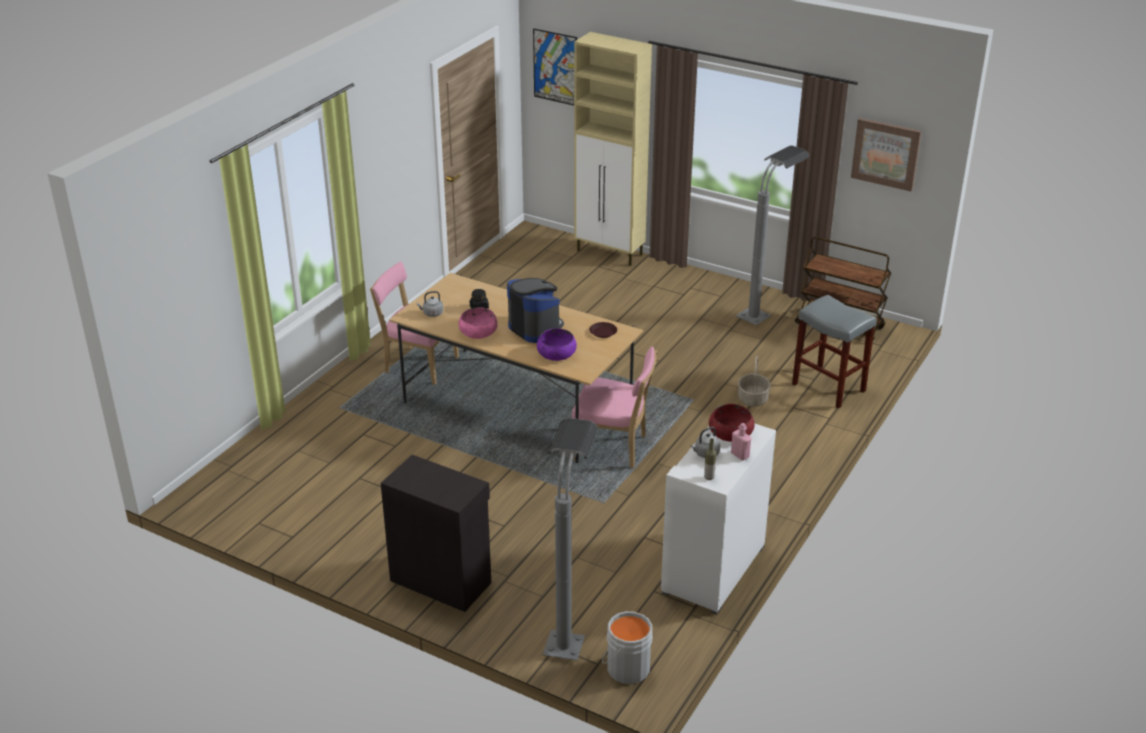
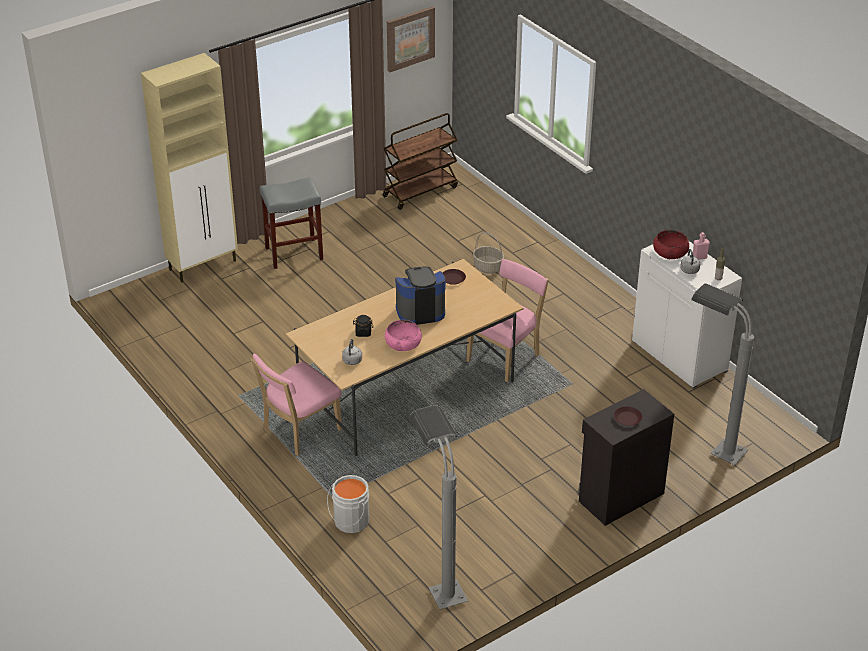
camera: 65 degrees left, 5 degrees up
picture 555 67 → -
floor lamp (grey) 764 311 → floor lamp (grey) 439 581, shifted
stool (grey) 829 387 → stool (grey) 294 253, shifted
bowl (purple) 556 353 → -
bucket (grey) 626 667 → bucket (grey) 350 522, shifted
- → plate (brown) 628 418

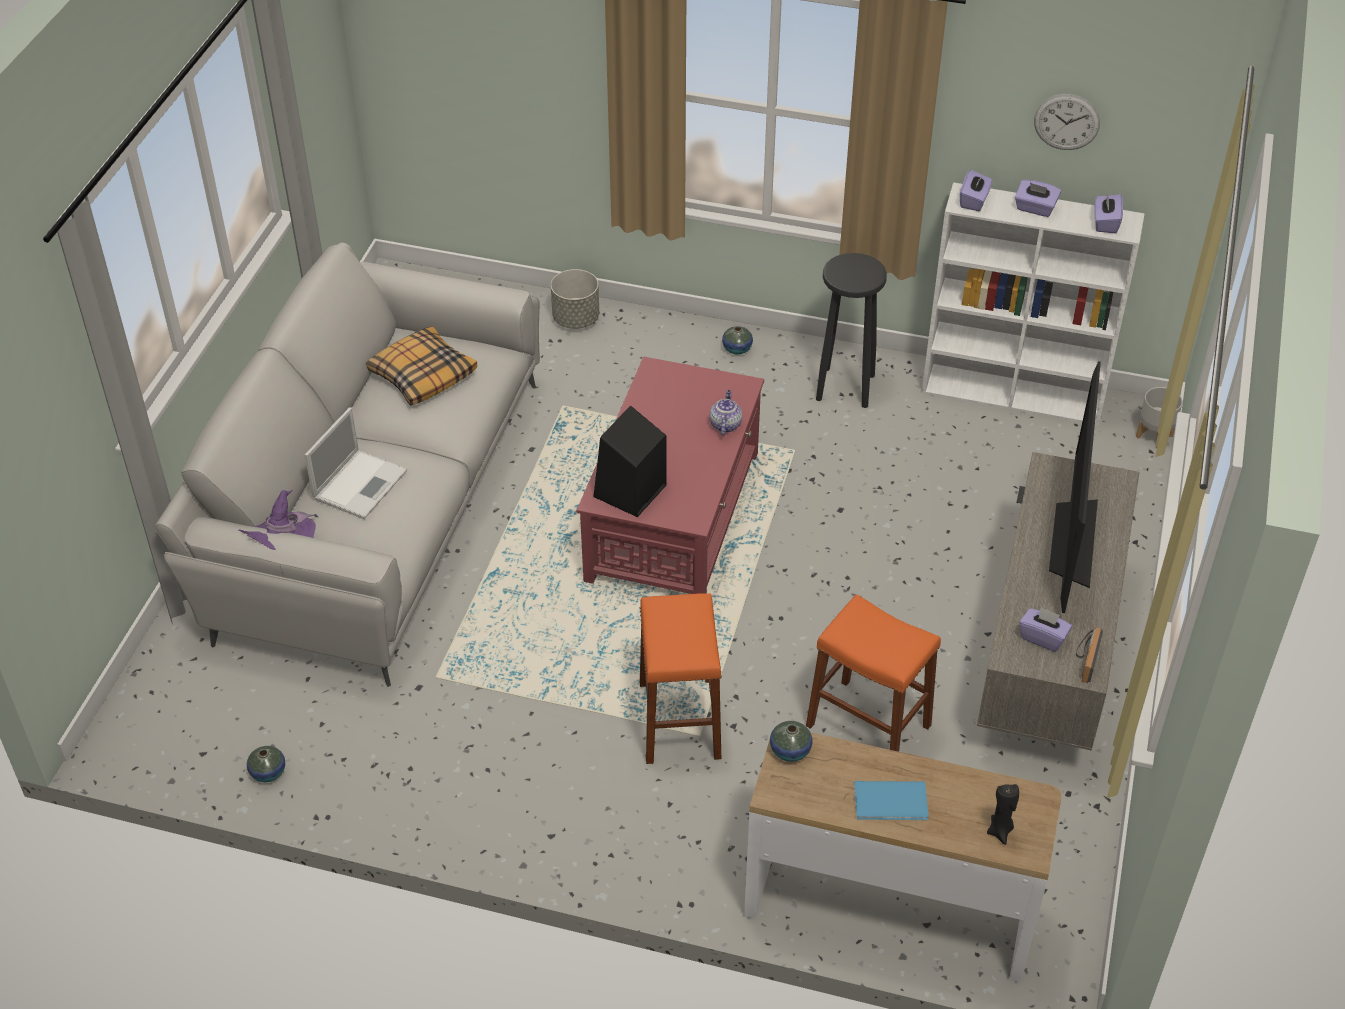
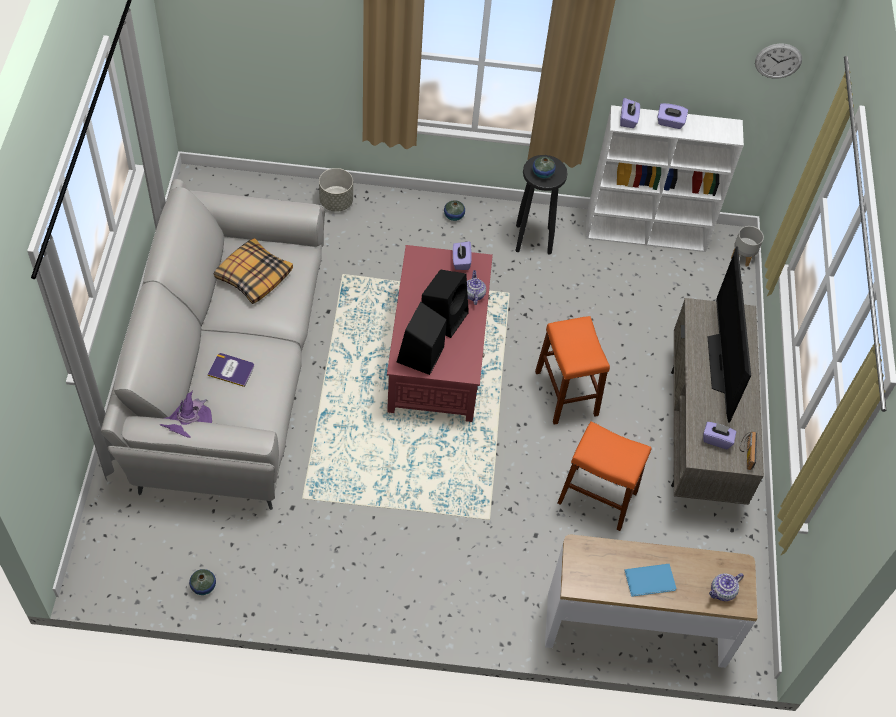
camera: 15 degrees left, 10 degrees up
wall clock 1066 122 → wall clock 778 61, shifted
tissue box (purple) 1105 223 → tissue box (purple) 461 261, shifted
laptop 361 483 → book 231 370
stool (orange) 679 720 → stool (orange) 566 393, shifted
vase 790 750 → vase 543 173, shifted
candle (black) 1000 831 → teapot 722 592
- → speaker (black) 444 316

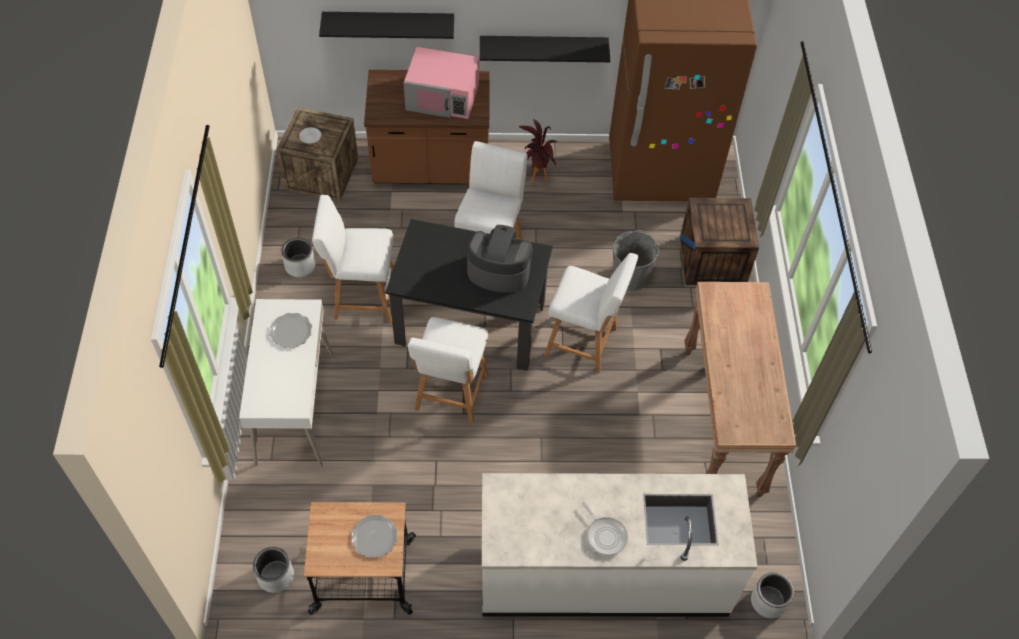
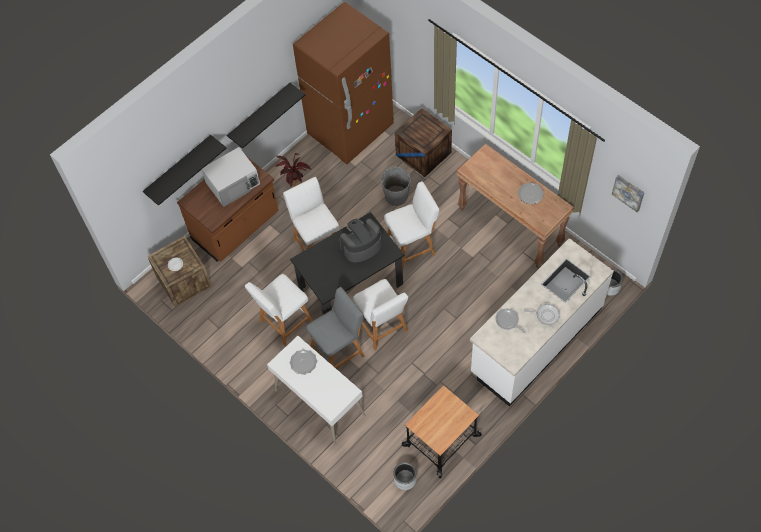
camera: 40 degrees left, 5 degrees up
microwave (pink) 443 97 → microwave (white) 233 183
planter (grey) 300 265 → -
plate 374 537 → plate 530 194, shifted
- → picture 629 192
- → stool (grey) 339 351
- → frying pan 508 321

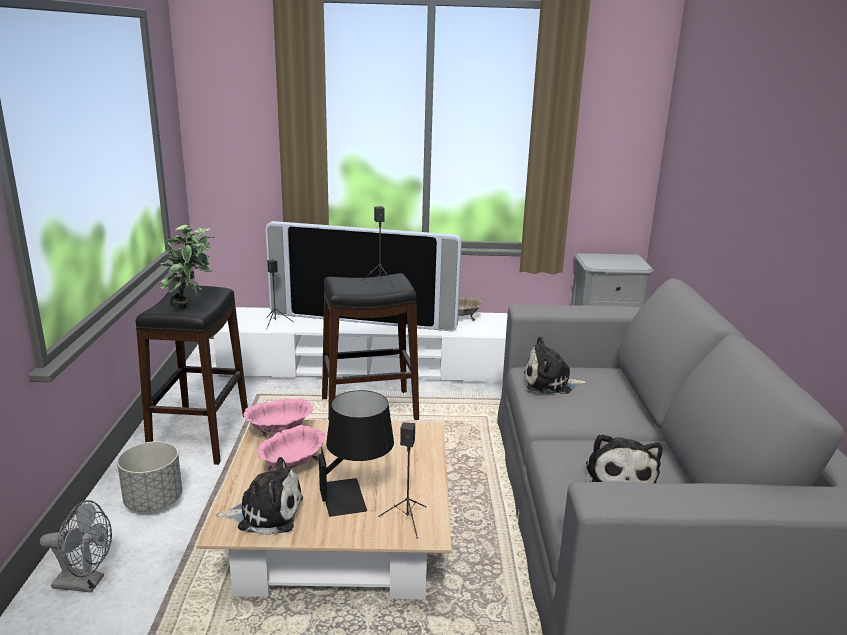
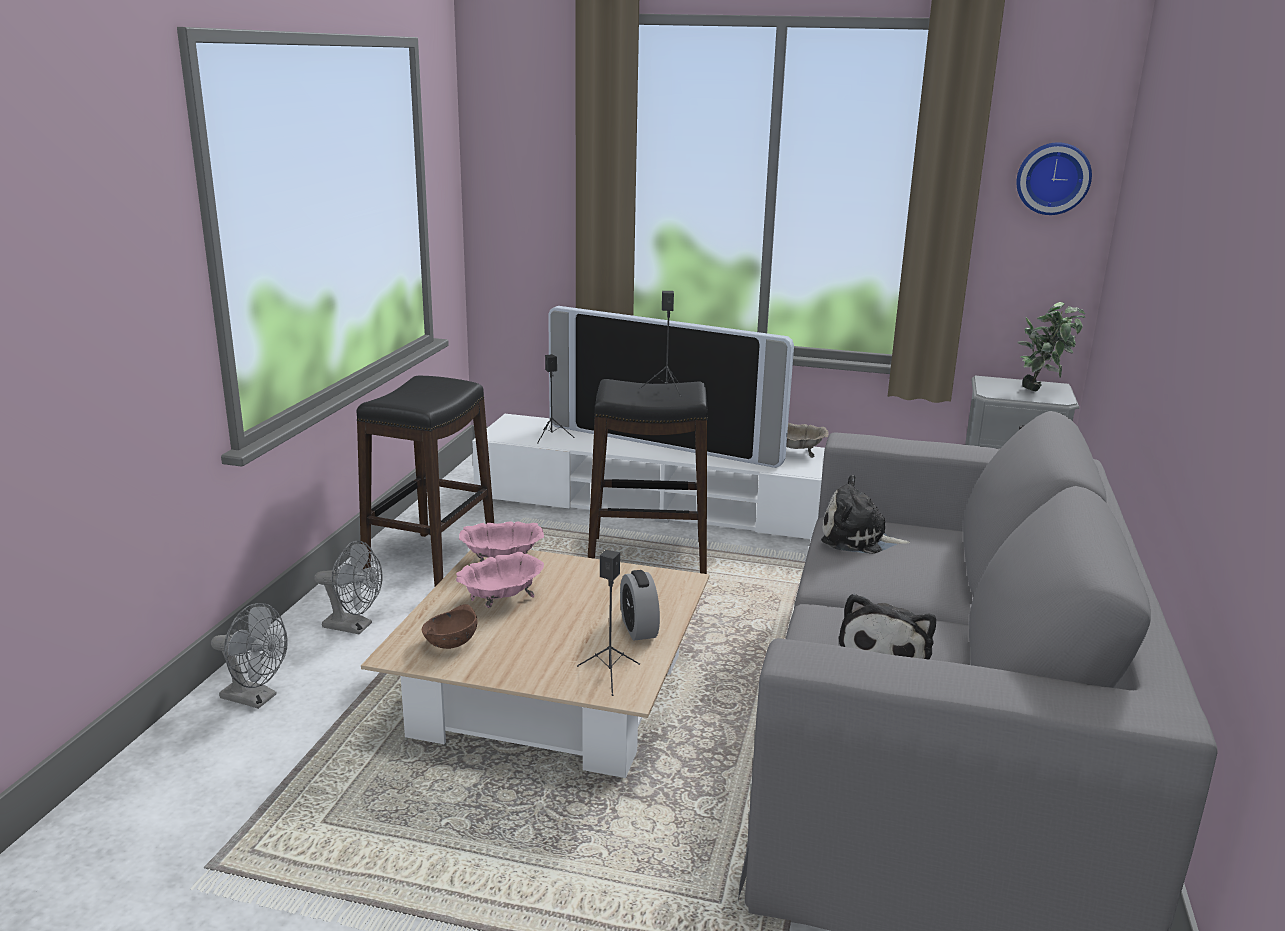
camera: 15 degrees right, 0 degrees up
potted plant 191 307 → potted plant 1042 390, shifted
table lamp (black) 356 494 → -
planter (grey) 153 501 → fan (grey) 354 627
plush toy 266 513 → bowl (brown) 450 644
- → wall clock 1053 178
- → alarm clock 638 629

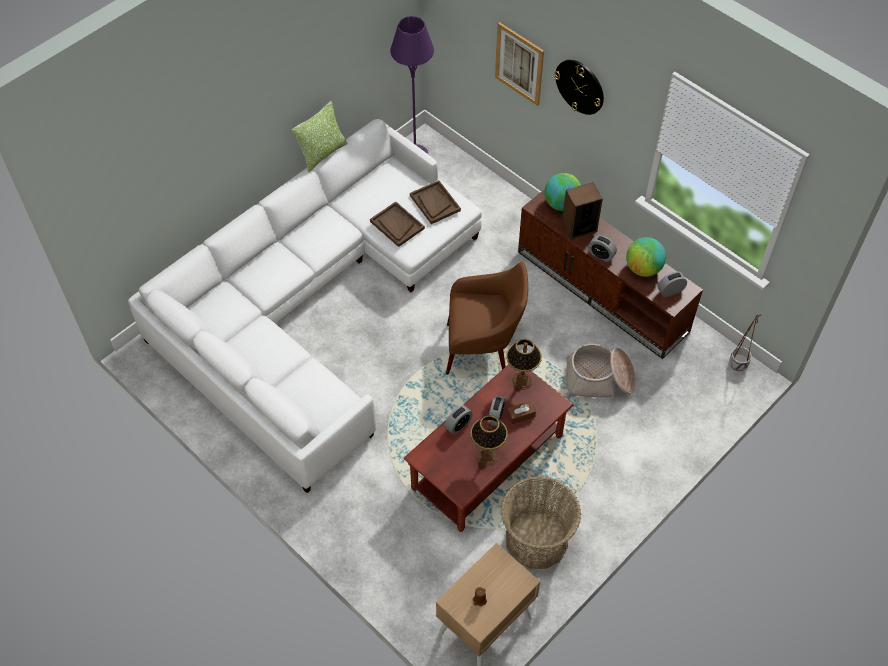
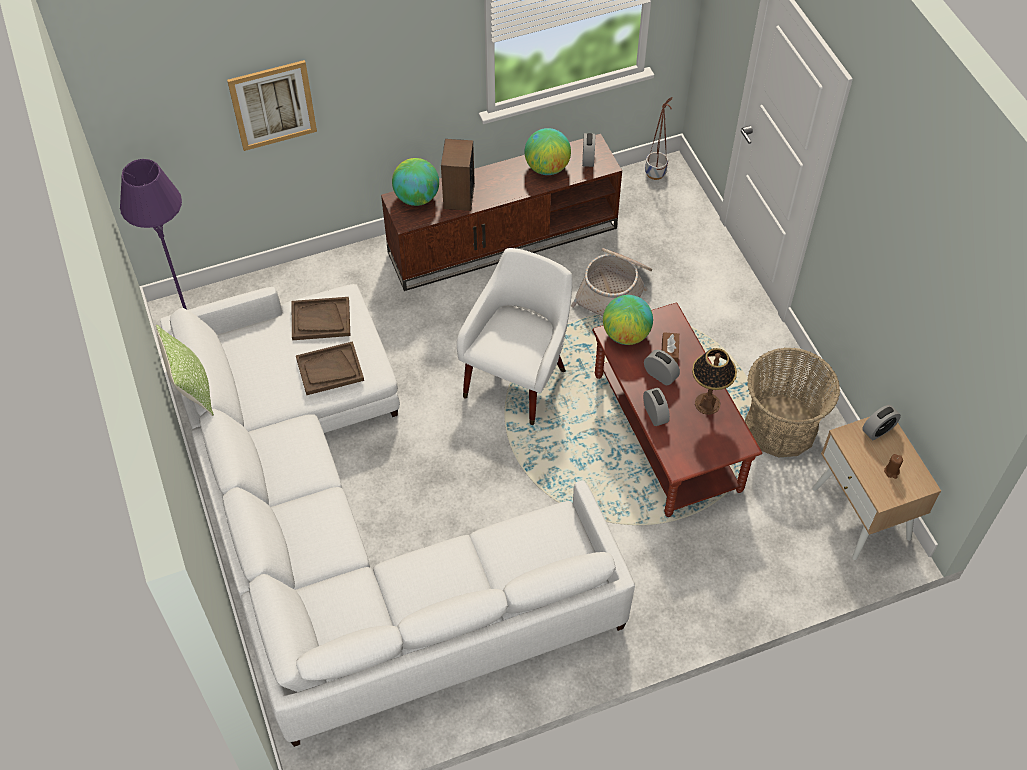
camera: 65 degrees left, 0 degrees up
wall clock 580 86 → -
alarm clock 601 255 → alarm clock 878 430, shifted
armchair (brown) 483 349 → armchair (white) 518 377
table lamp 521 381 → globe 626 334

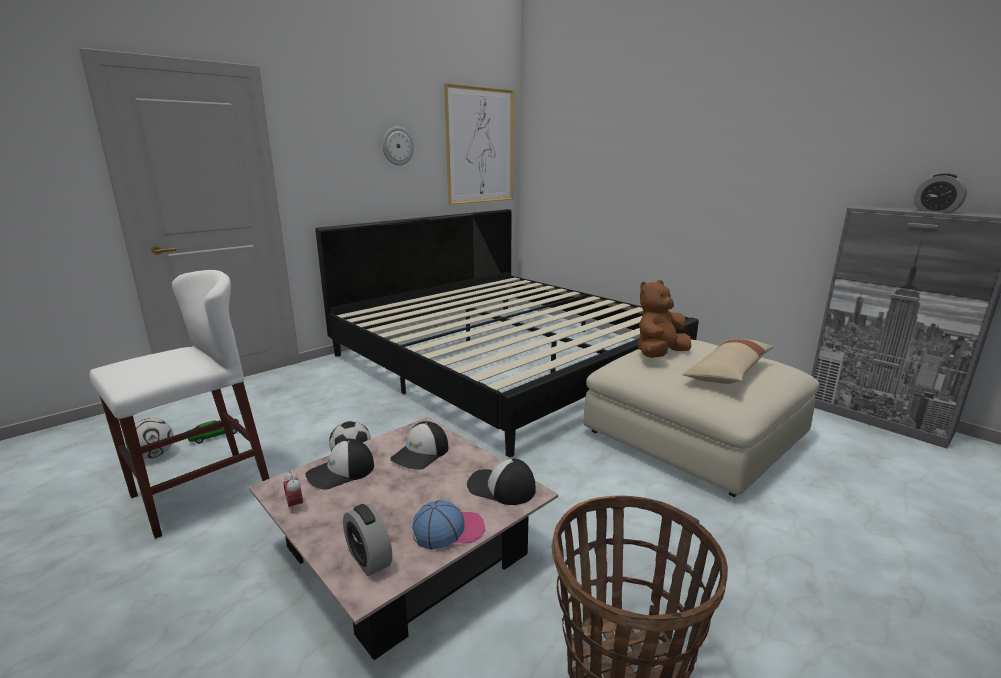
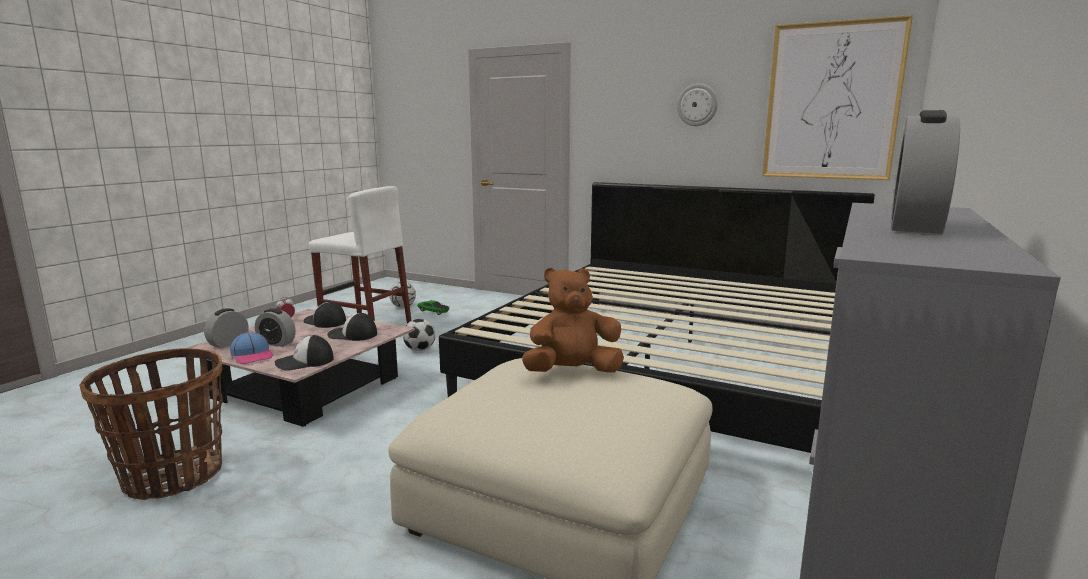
camera: 70 degrees right, 5 degrees down
plush toy (brown) 659 355 → plush toy (brown) 572 372, 45 degrees counterclockwise
pillow (beige) 728 372 → -
cap 501 487 → cap 304 362, 120 degrees counterclockwise
- → alarm clock 276 343

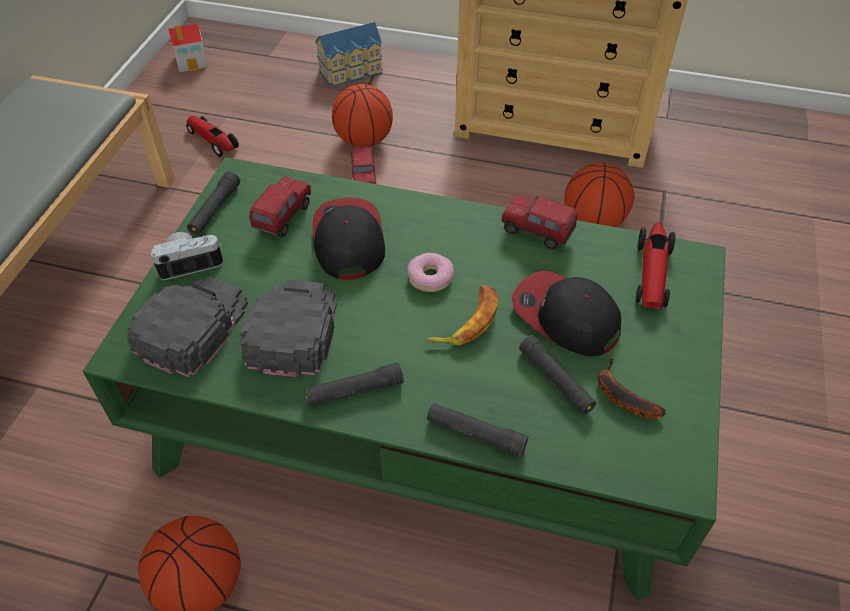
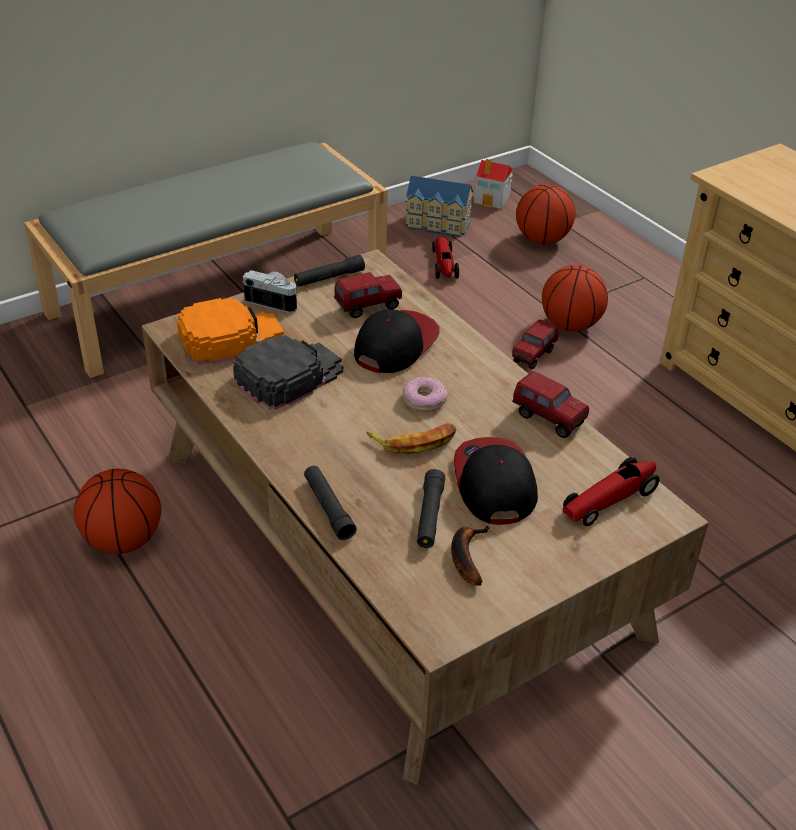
camera: 40 degrees right, 10 degrees down
toy house 352 72 → toy house 437 225, shifted
coffee table (green) 423 408 → coffee table (brown) 392 539
basketball 593 222 → basketball 542 240, shifted
toy truck 537 233 → toy truck 548 419, 150 degrees clockwise
cap (black) 192 326 → cap (orange) 230 337
flashlight (black) 354 391 → -

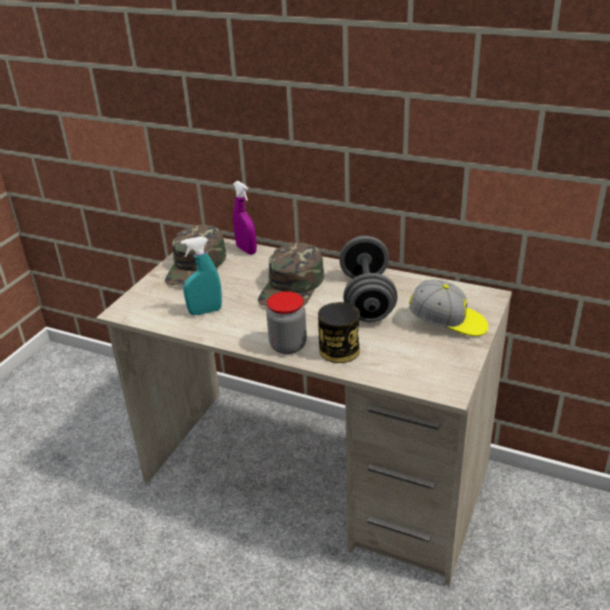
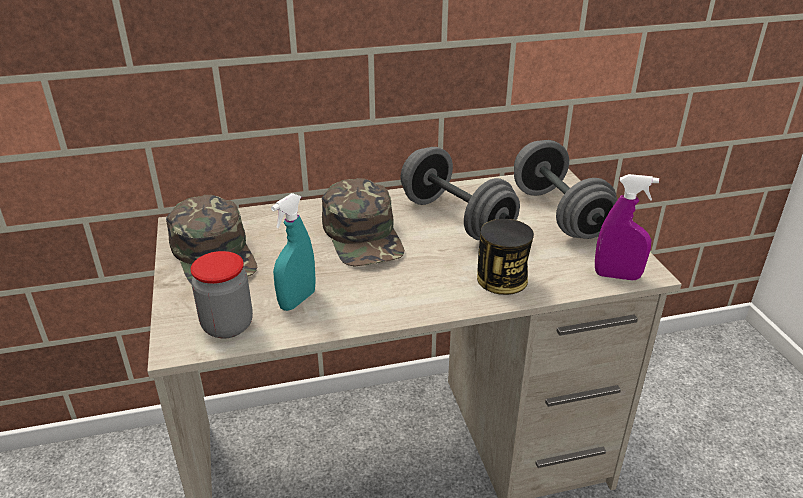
camera: 40 degrees left, 0 degrees up
spray bottle (purple) 246 250 → spray bottle (purple) 617 276, shifted
cap 447 323 → dumbbell (grey) 559 213
jar 288 345 → jar 227 326, shifted

